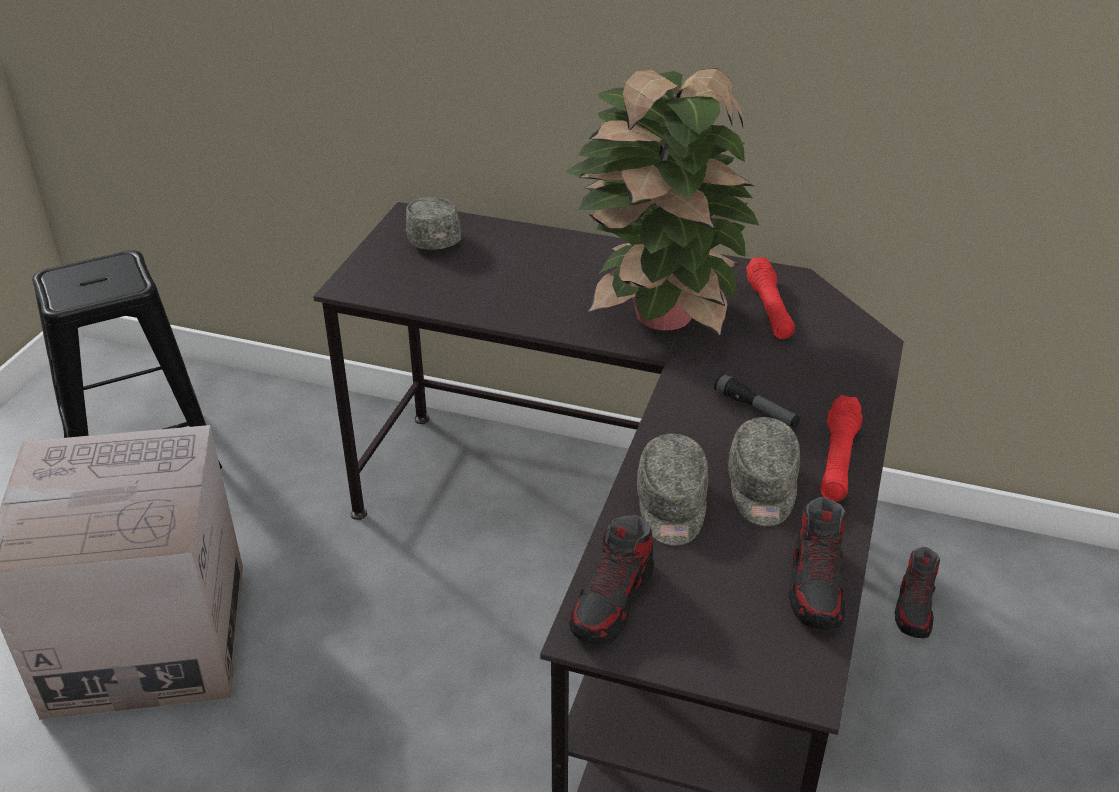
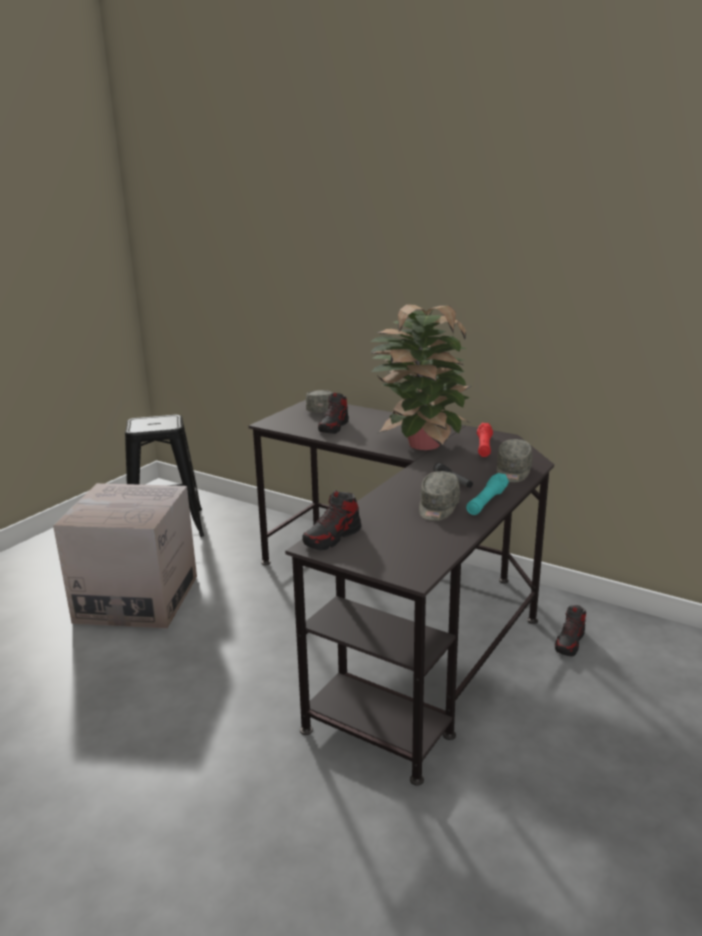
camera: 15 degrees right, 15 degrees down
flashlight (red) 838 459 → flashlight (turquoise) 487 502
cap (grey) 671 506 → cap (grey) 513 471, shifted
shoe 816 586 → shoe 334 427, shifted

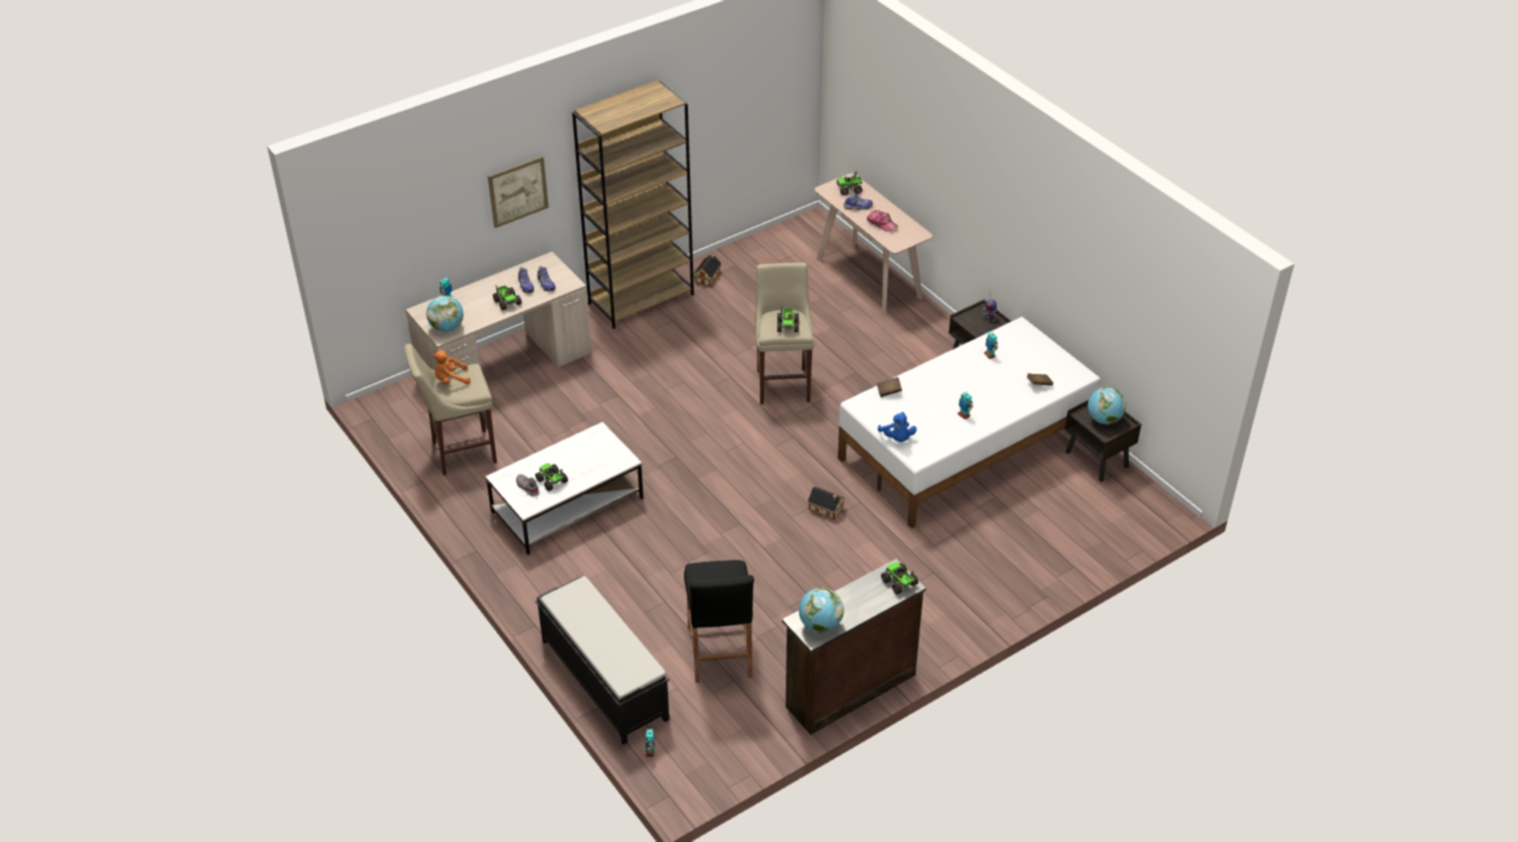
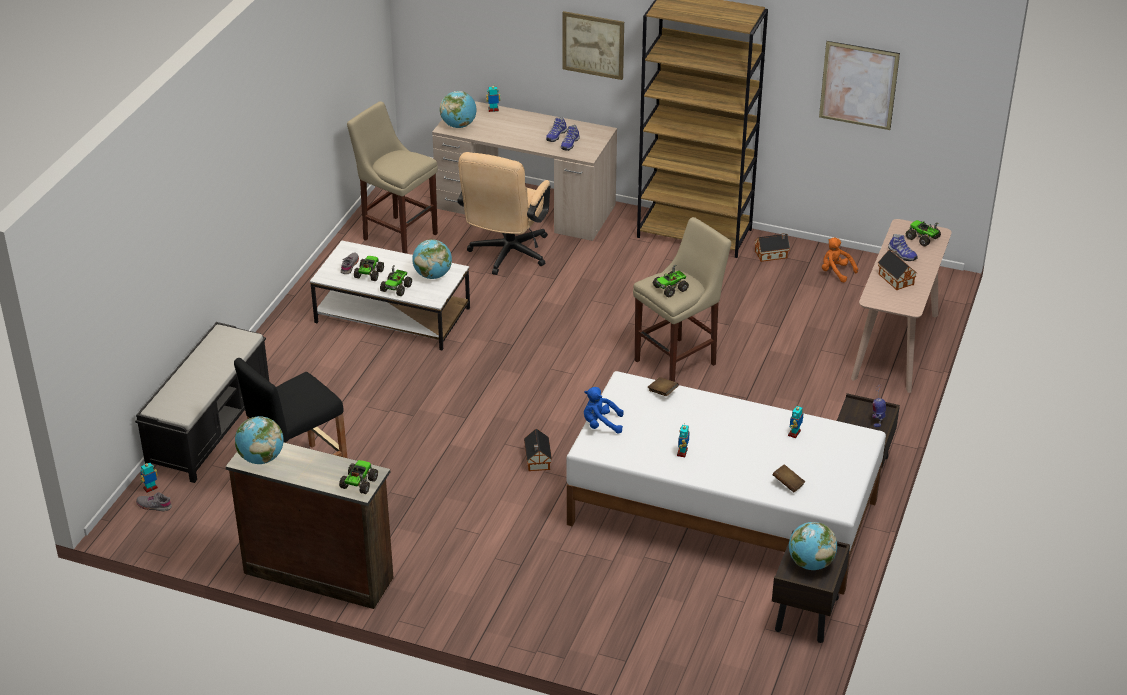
camera: 55 degrees right, 5 degrees down
cap 881 223 → toy house 895 278
toy truck 507 302 → toy truck 396 288, shifted
plush toy (orange) 451 380 → plush toy (orange) 835 272, shifted
plush toy (blue) 897 438 → plush toy (blue) 601 424, 60 degrees clockwise
- → picture 858 85
- → office chair (beige) 506 256
- → globe 433 275
- → shoe (grey) 154 505

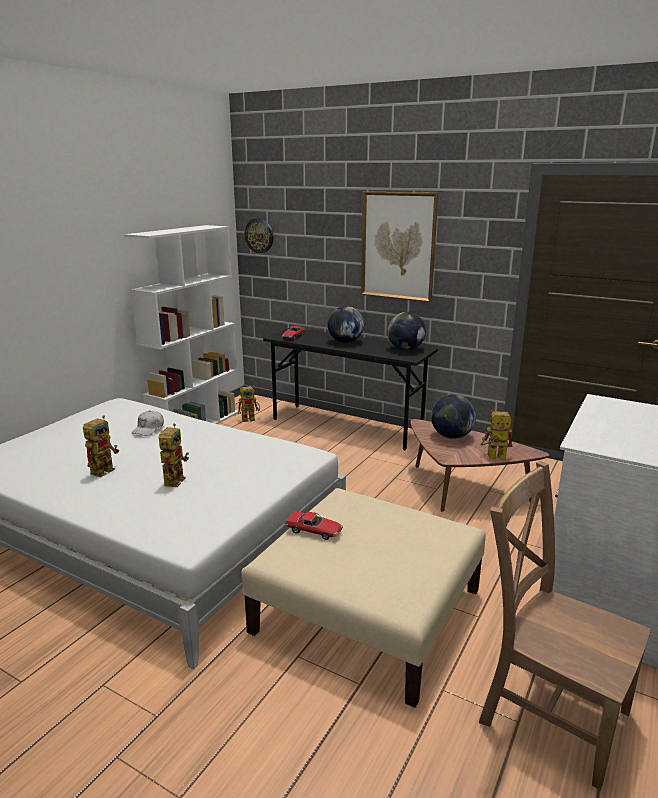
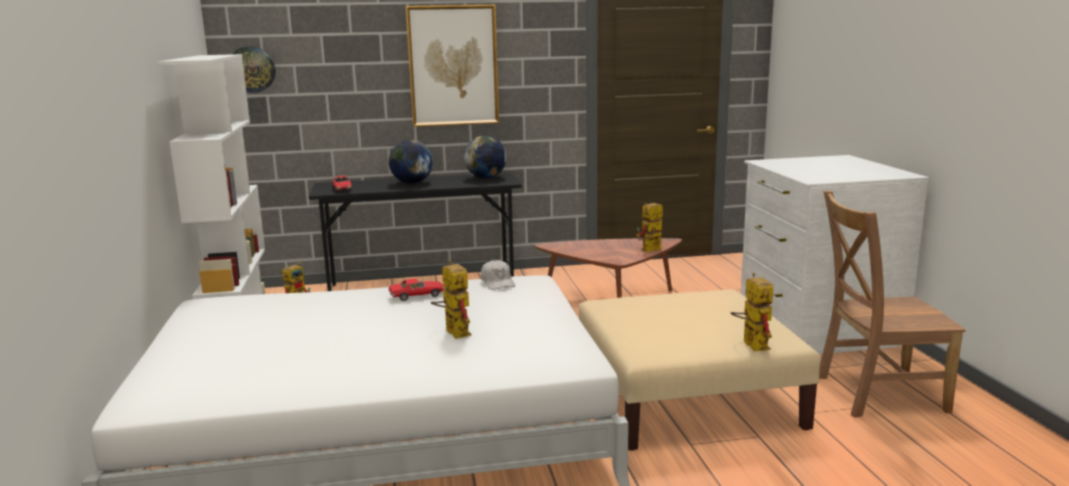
camera: 40 degrees left, 5 degrees down
globe 451 436 → -
cap (white) 149 429 → cap (white) 498 283, shifted
toy robot 105 469 → toy robot 750 343, shifted
toy car 314 531 → toy car 417 295, shifted

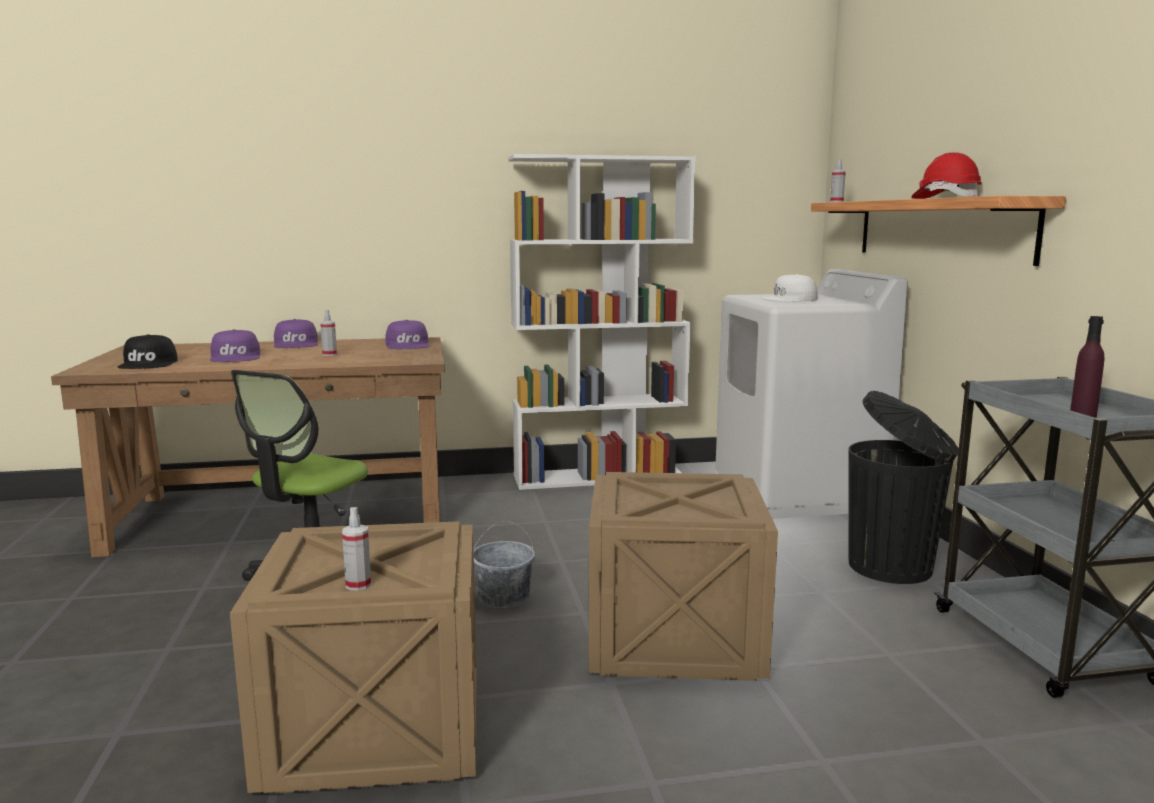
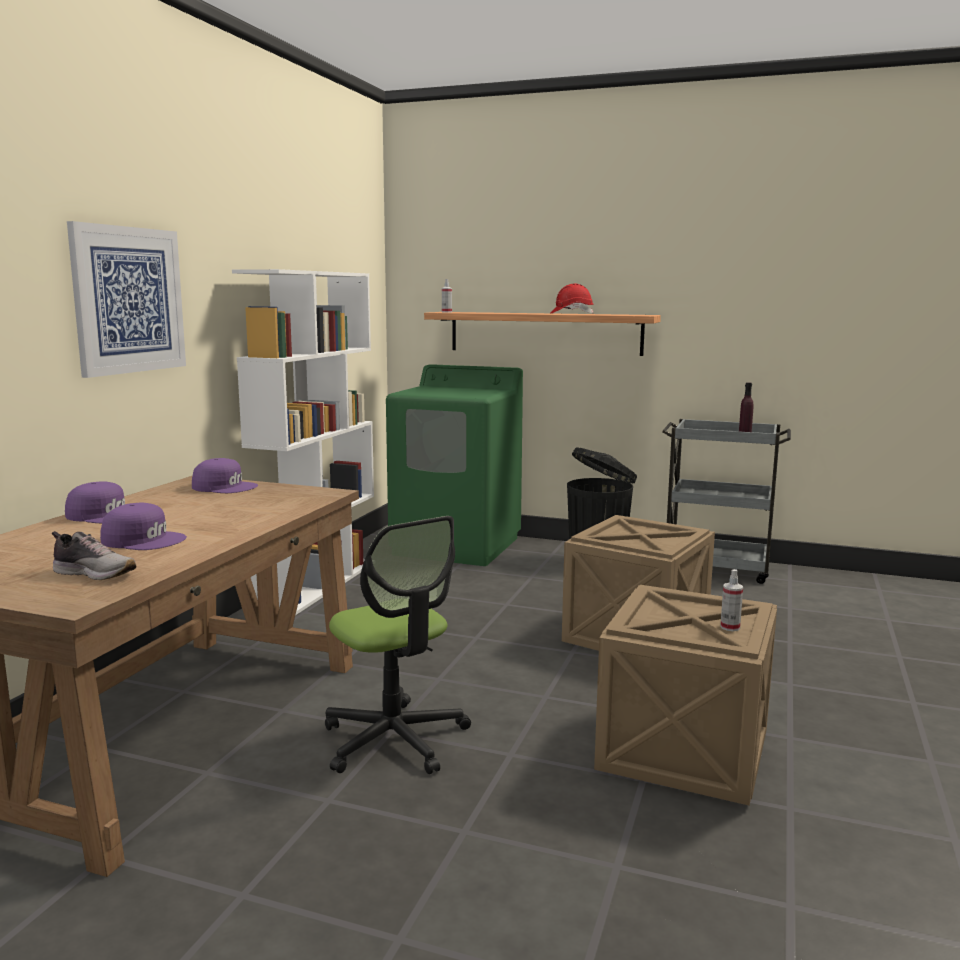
camera: 60 degrees left, 0 degrees up
washing machine (white) 797 494 → washing machine (green) 457 546
cap (white) 790 299 → -
spray bottle 329 354 → -
cap (black) 149 364 → shoe 95 573
bucket (grey) 504 597 → -
- → picture 129 300

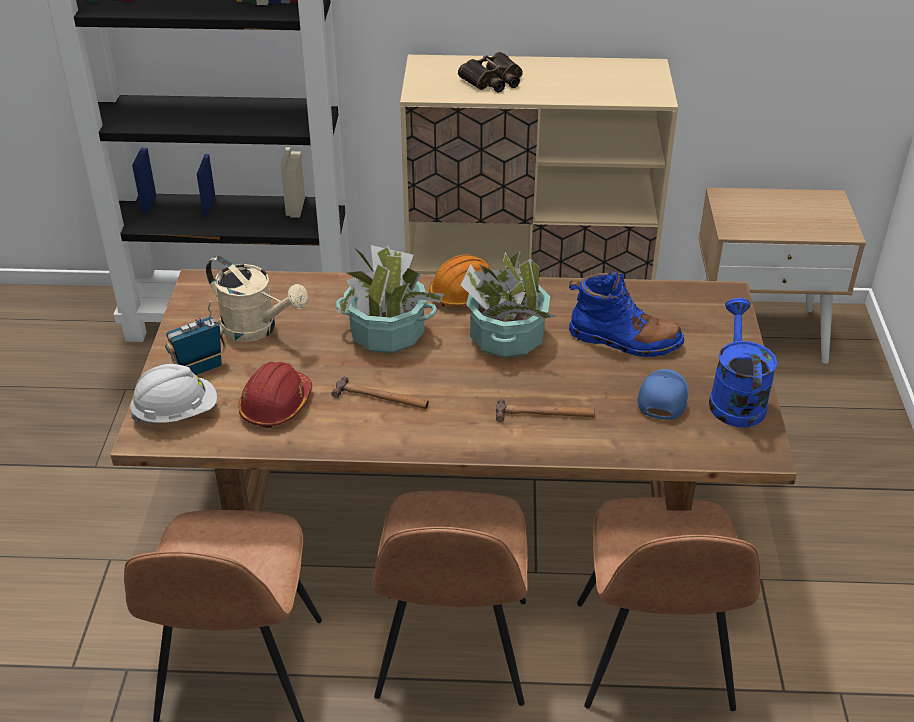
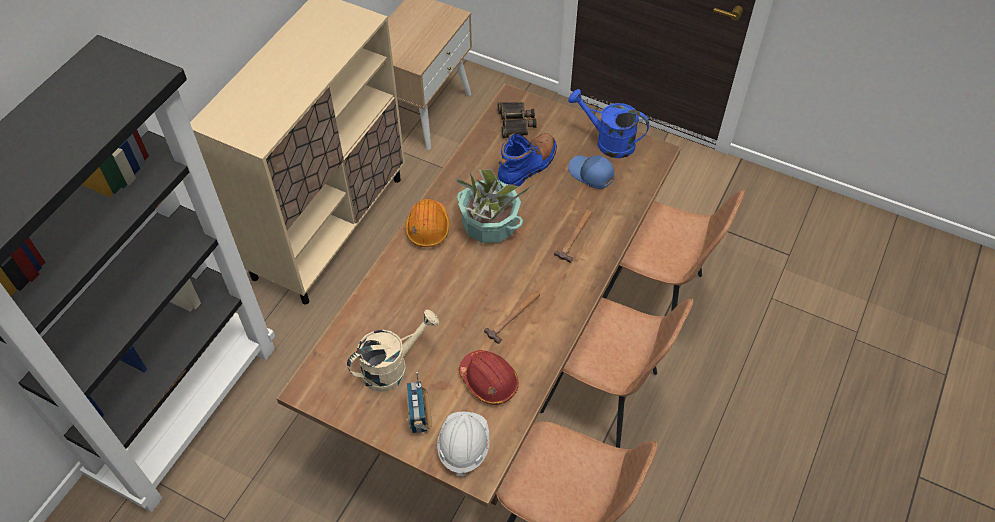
camera: 65 degrees left, 15 degrees up
binoculars 493 80 → binoculars 516 123, shifted
potted plant 387 333 → -

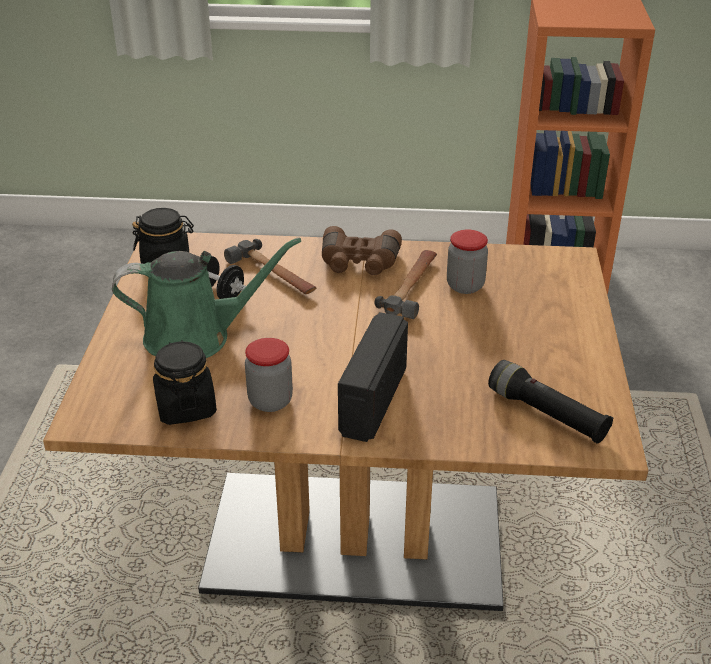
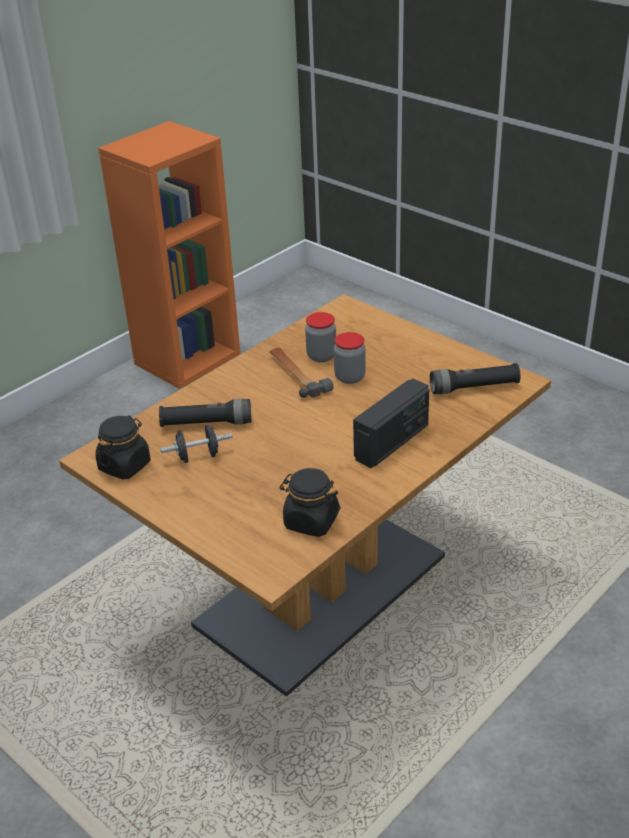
camera: 50 degrees left, 0 degrees up
binoculars (brown) 359 263 → -
watering can (green) 196 337 → -
hammer 273 275 → flashlight (black) 206 423
radio 372 400 → radio 392 442, 105 degrees counterclockwise
jar 270 401 → jar 350 377, shifted

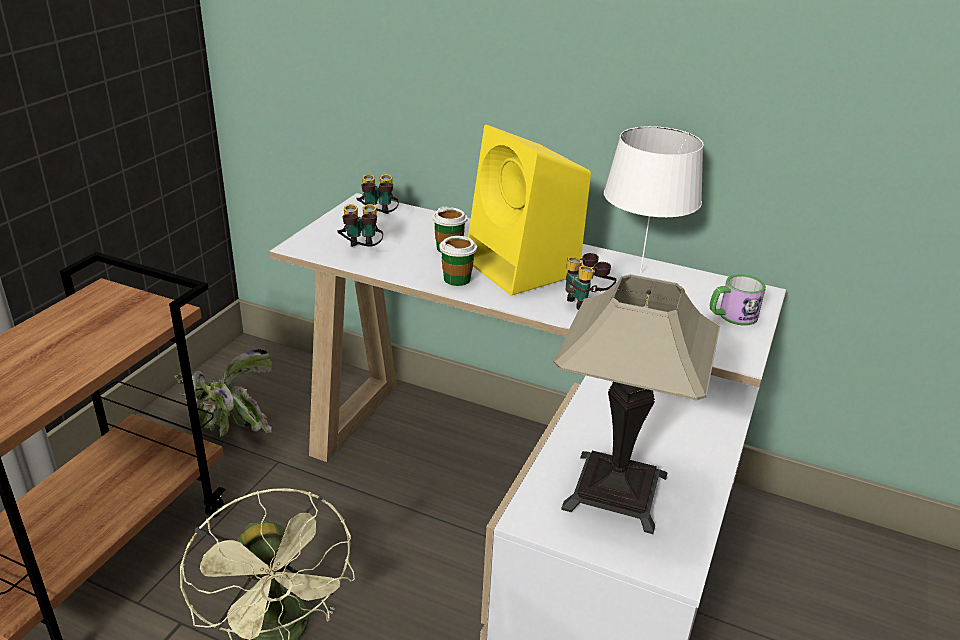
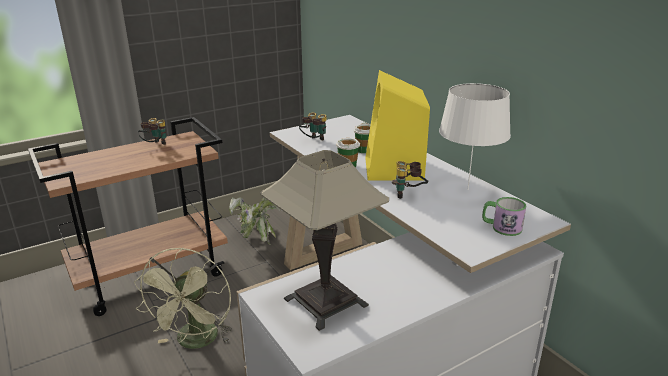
camera: 35 degrees right, 5 degrees down
binoculars 378 218 → binoculars 155 145, shifted

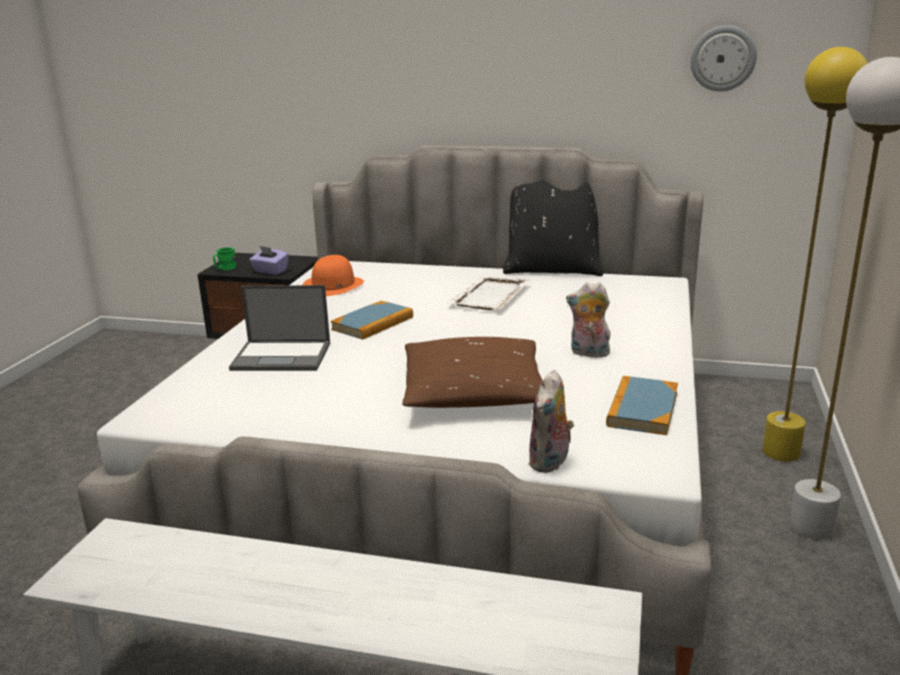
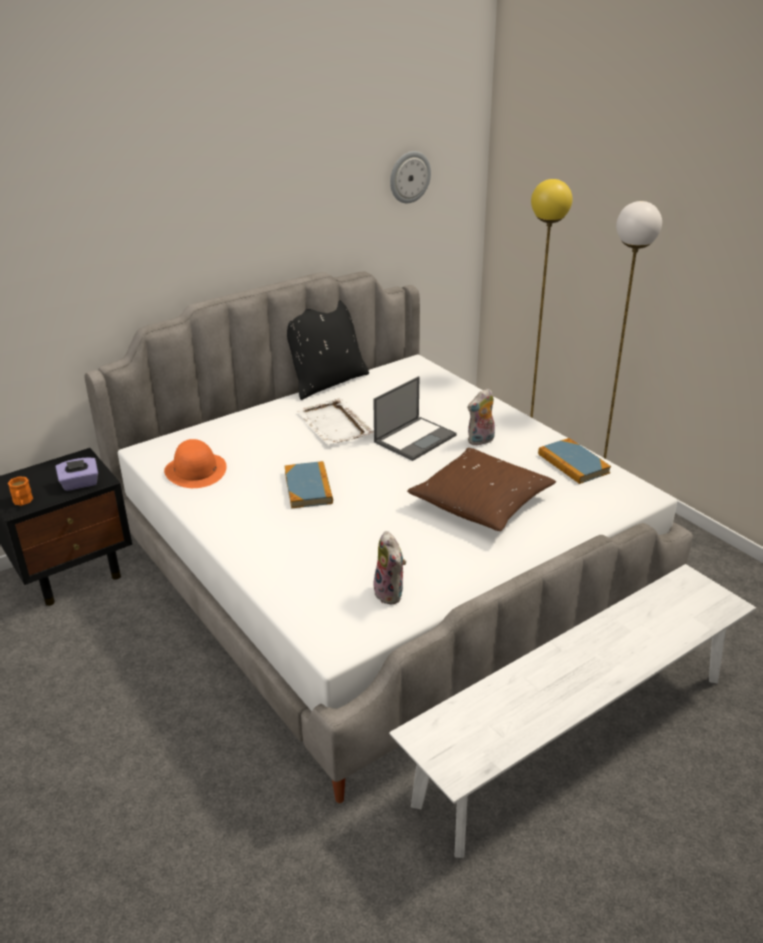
camera: 50 degrees left, 10 degrees up
mug (green) 225 268 → mug (orange) 22 502
laptop 283 356 → laptop 415 438, shifted
plush toy 550 462 → plush toy 391 593, shifted

